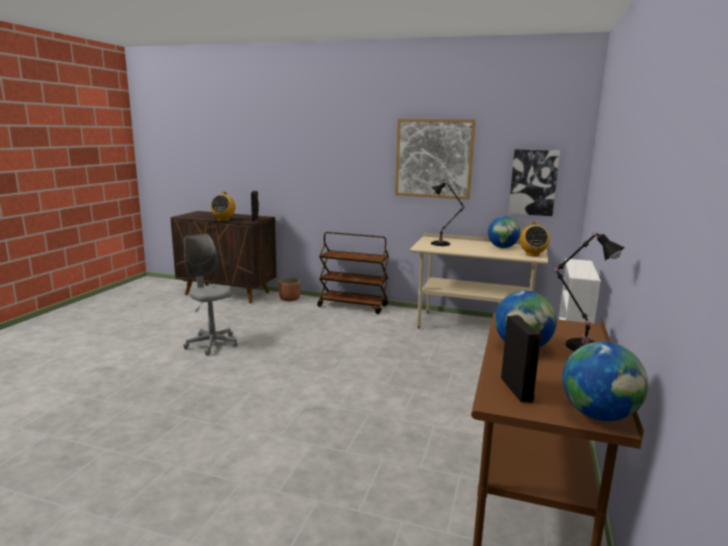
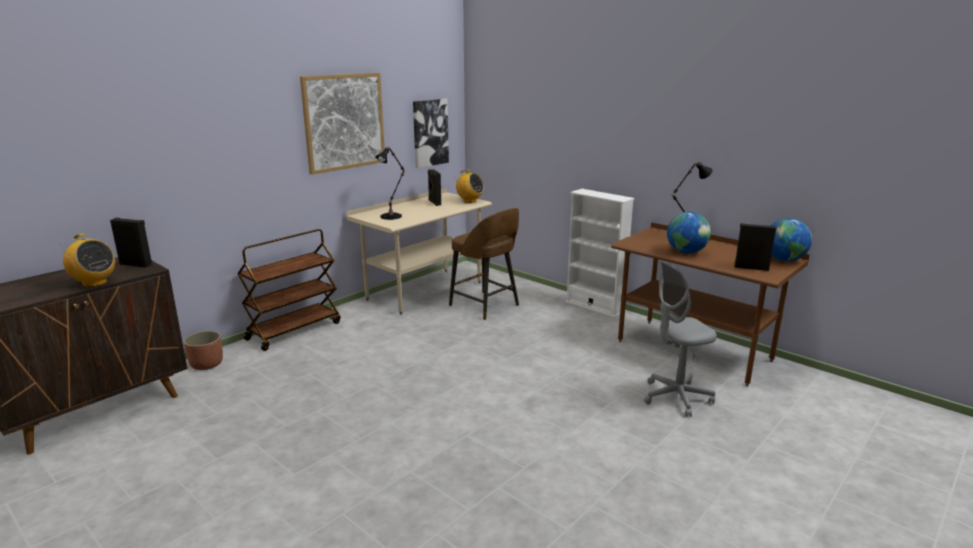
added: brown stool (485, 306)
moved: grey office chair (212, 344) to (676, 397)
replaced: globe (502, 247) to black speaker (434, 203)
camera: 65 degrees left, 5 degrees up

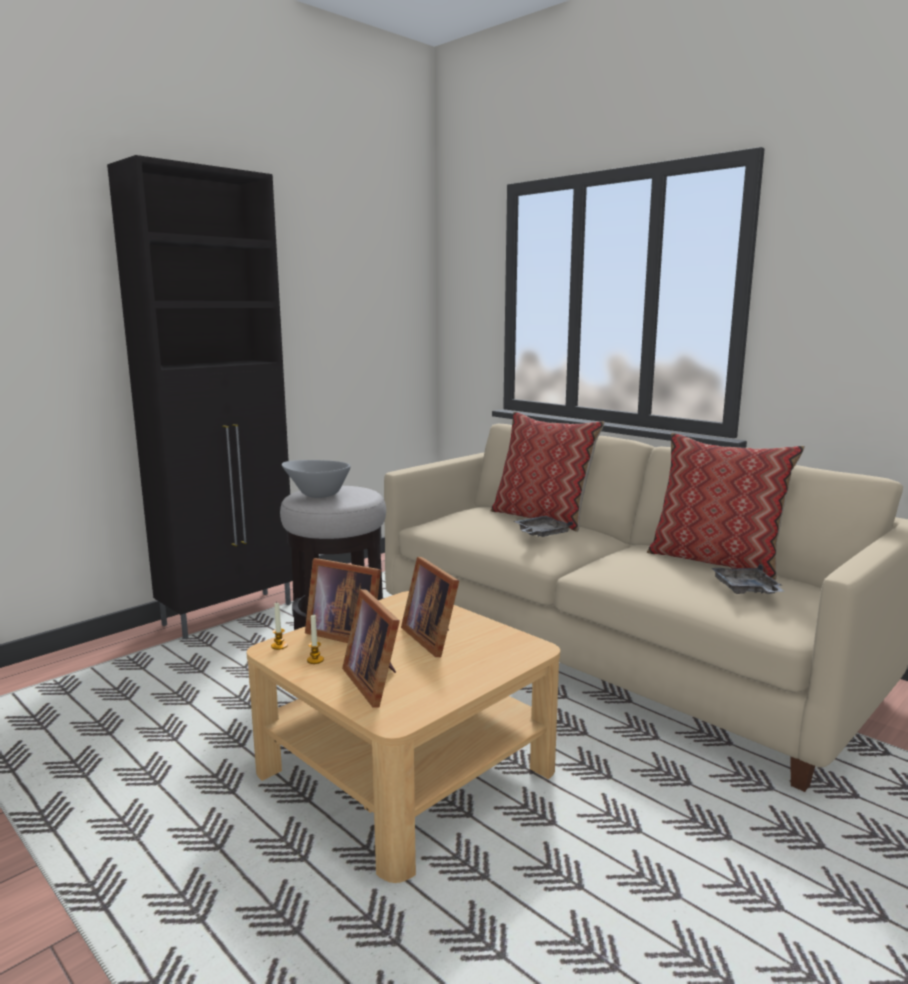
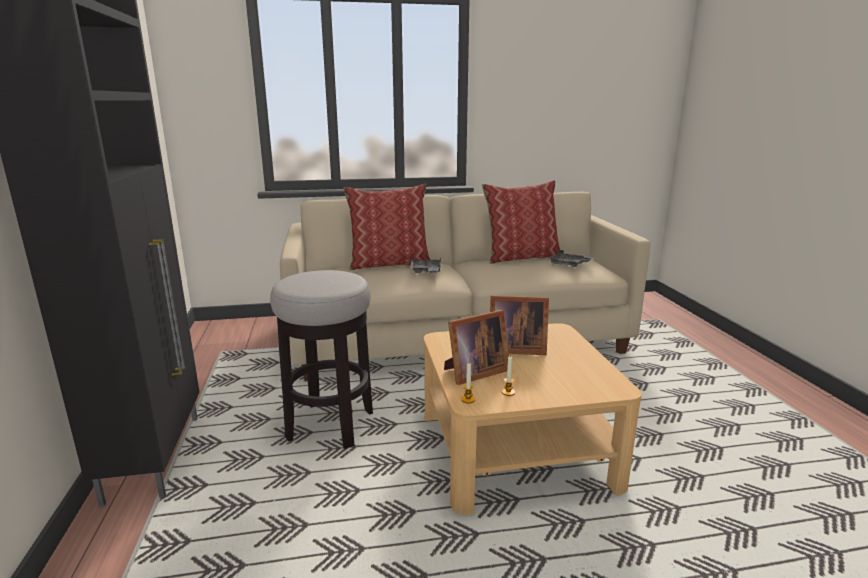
removed: grey bowl (315, 494); picture frame (376, 681)
camera: 55 degrees left, 5 degrees up

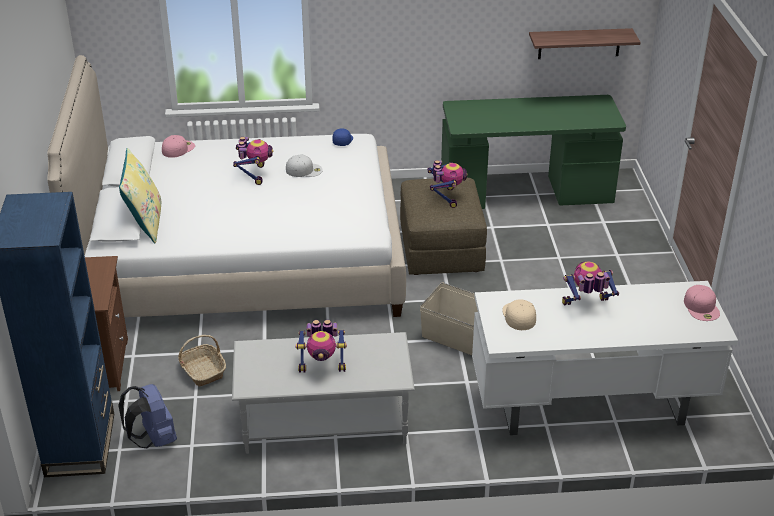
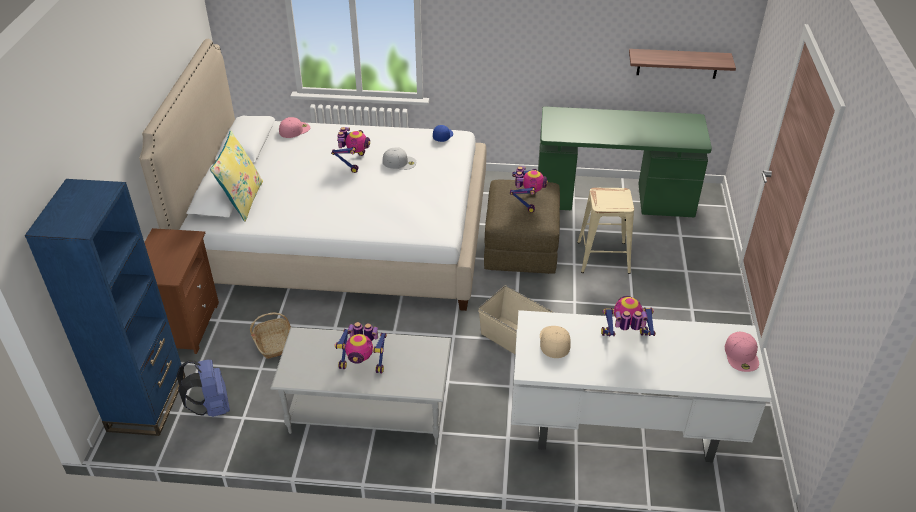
added: beige stool (603, 257)
camera: 10 degrees right, 5 degrees up

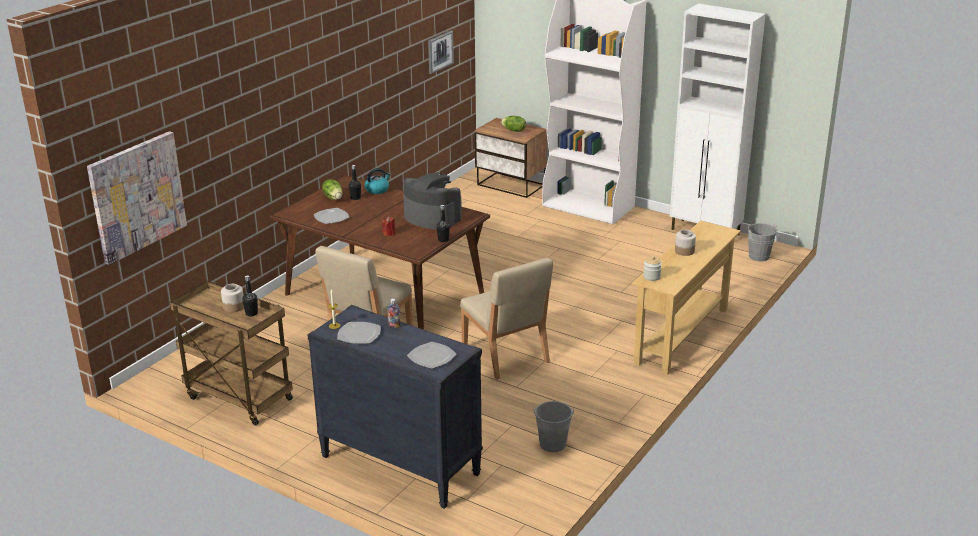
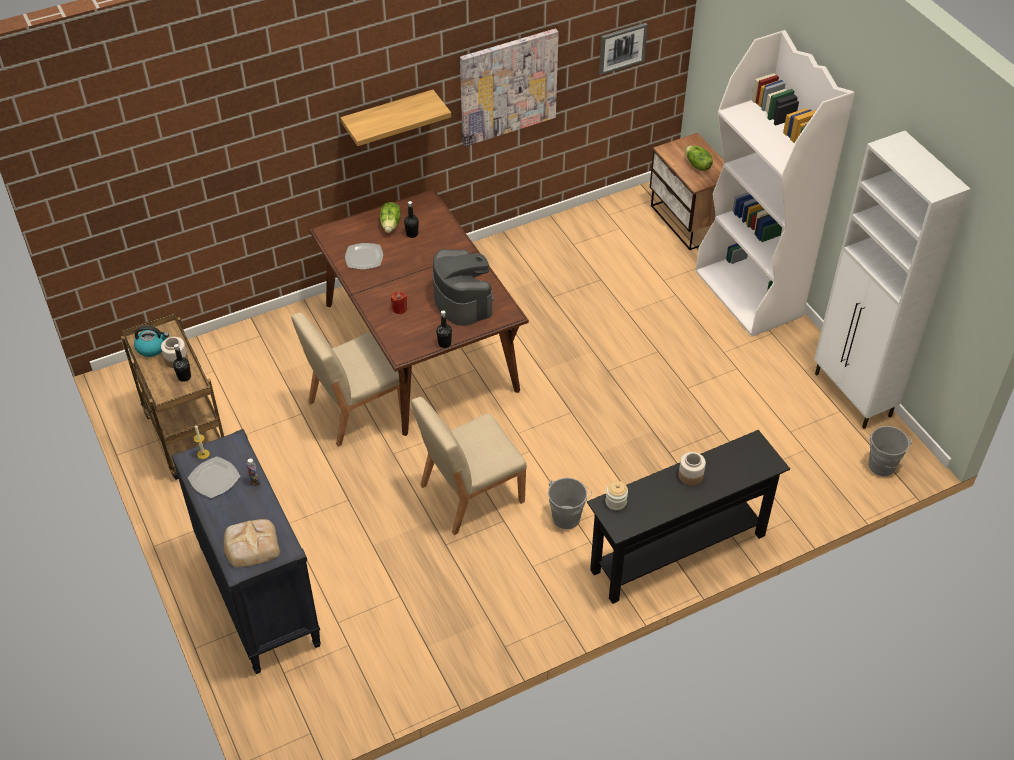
added: shelf (388, 116)
moved: picture (137, 196) to (508, 86); kettle (377, 190) to (152, 347); grey bucket (553, 442) to (568, 515)
replaced: plate (431, 357) to bread (250, 545)
recoloured: beige console table (682, 336) to black console table (678, 553)
turned: beige chair (505, 355) = (470, 493) 60 degrees clockwise
camera: 30 degrees right, 20 degrees up

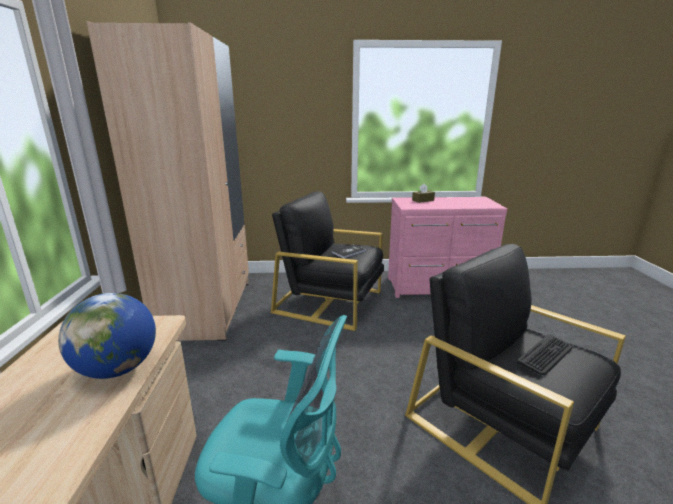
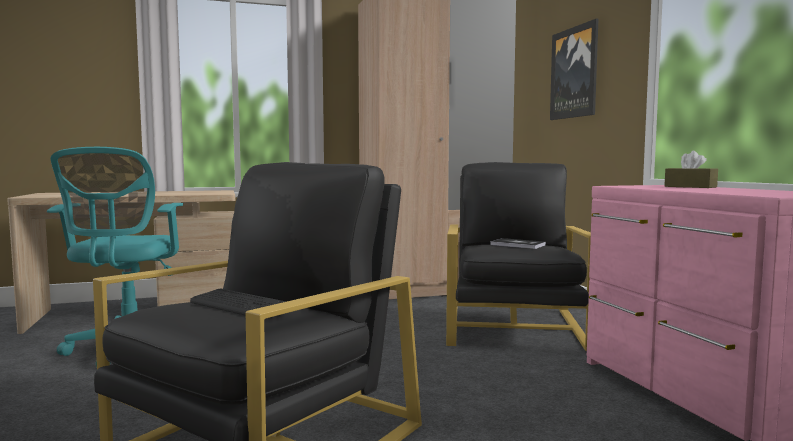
removed: globe (118, 369)
added: picture (574, 73)
camera: 75 degrees right, 15 degrees down

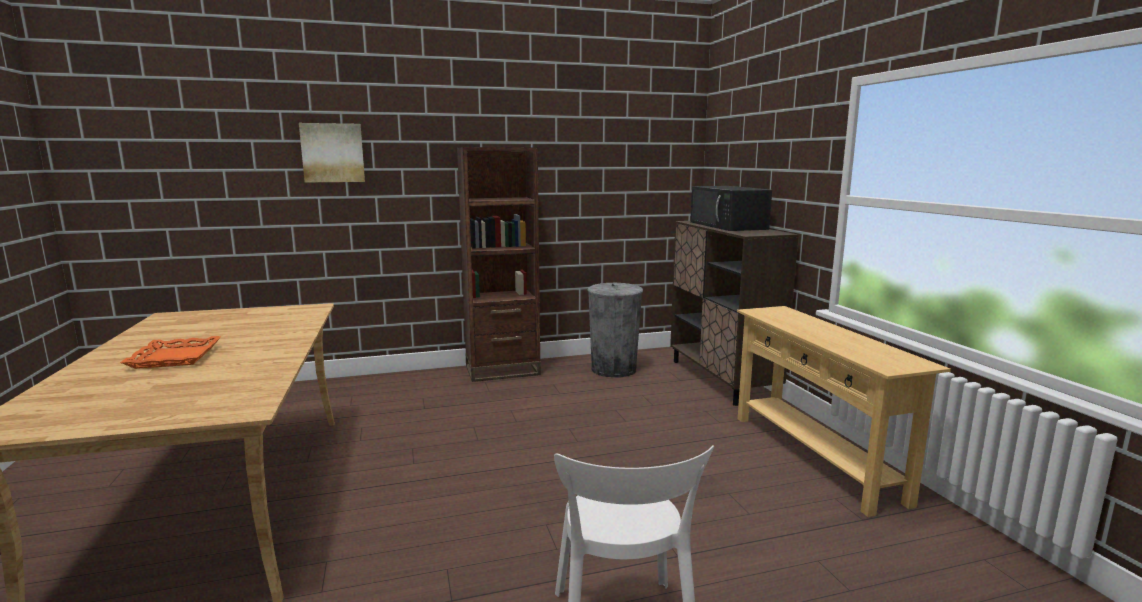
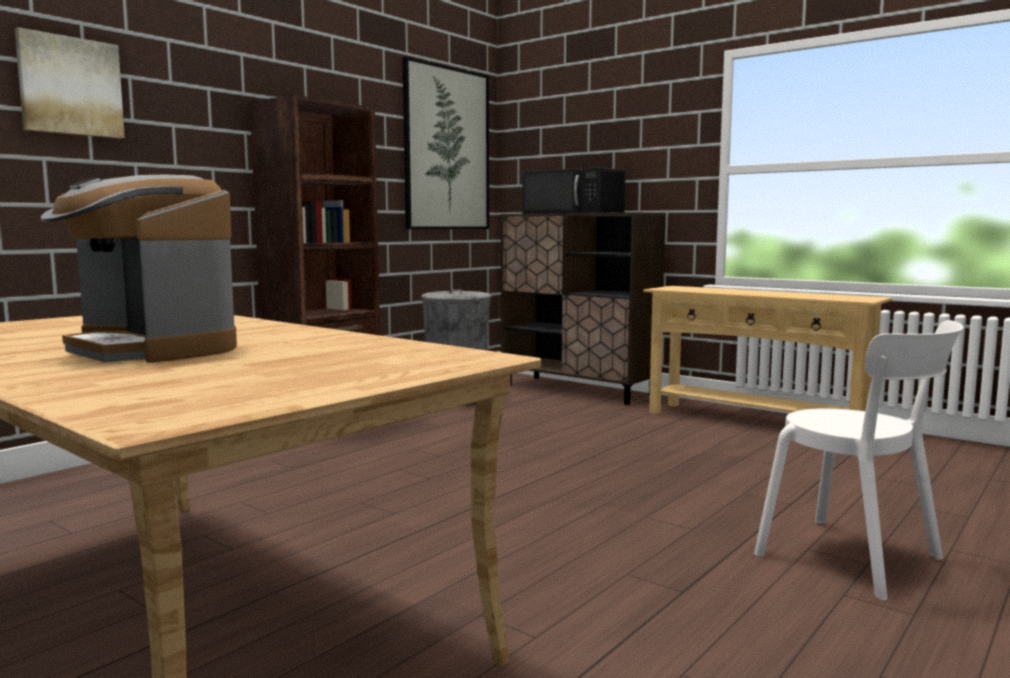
added: picture (447, 149)
replaced: orange tray (176, 357) to coffee machine (151, 349)
camera: 35 degrees left, 5 degrees down

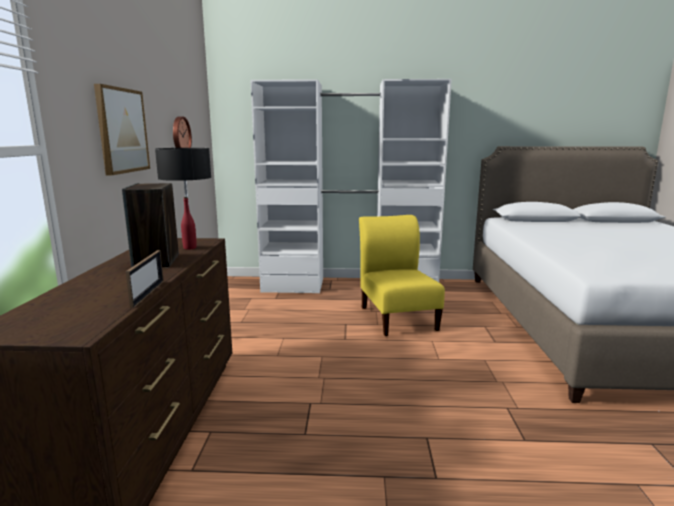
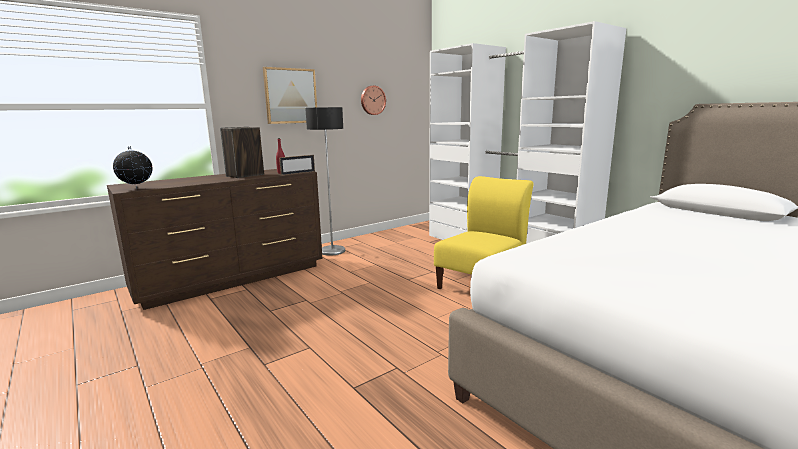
added: globe (136, 188)
moved: picture frame (148, 294) to (298, 173)
camera: 50 degrees right, 0 degrees up

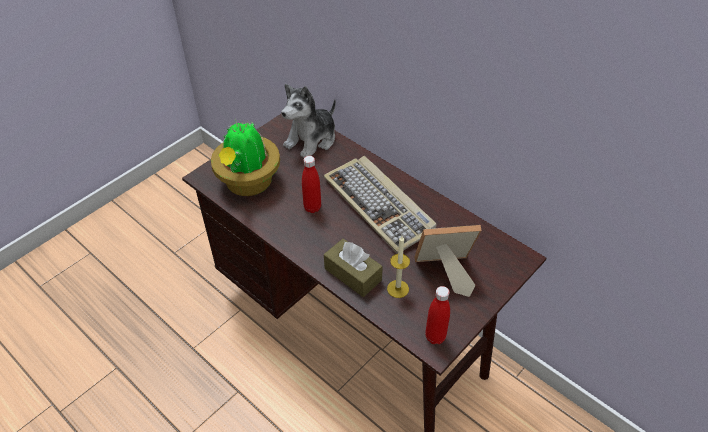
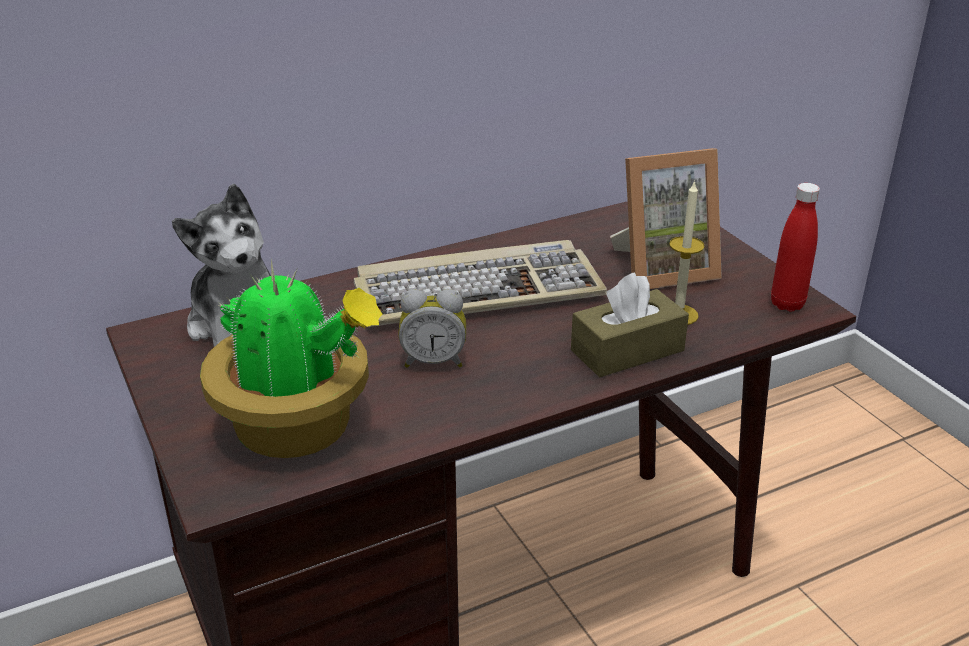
replaced: red bottle (312, 207) to alarm clock (433, 361)
turned: picture frame (444, 273) = (662, 269) 120 degrees counterclockwise
camera: 70 degrees left, 15 degrees down

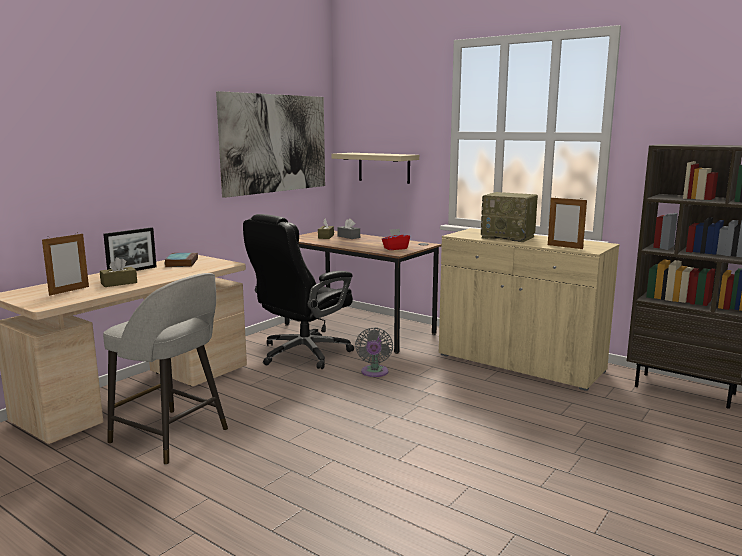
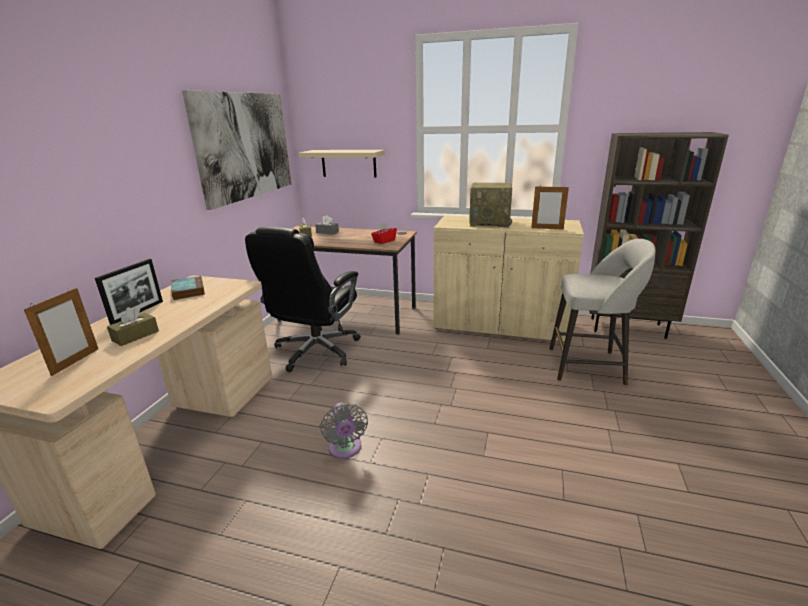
moved: grey stool (171, 436) to (588, 366); grey fan (374, 373) to (345, 449)
camera: 20 degrees left, 10 degrees up

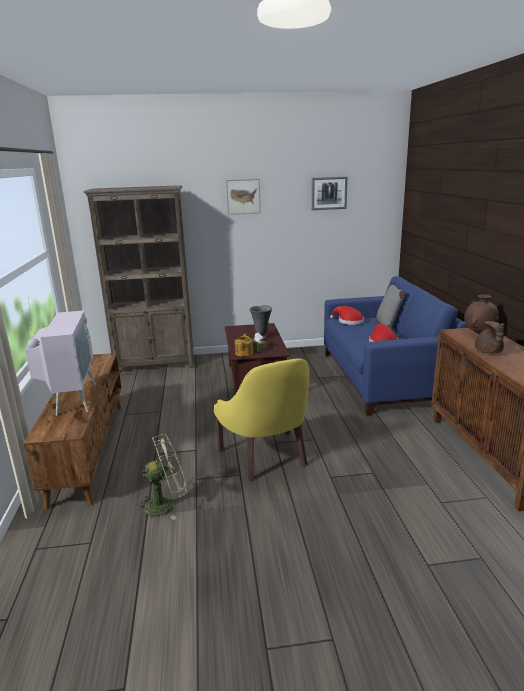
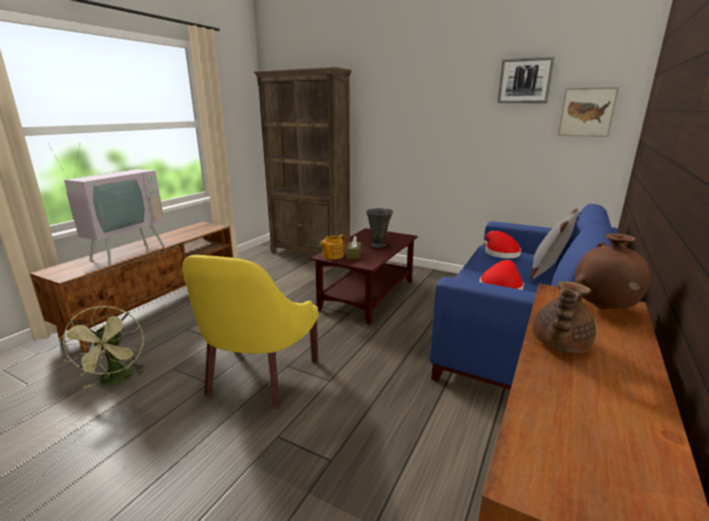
moved: picture (243, 196) to (586, 112)
turned: green fan (166, 504) = (116, 380) 60 degrees clockwise
camera: 35 degrees right, 0 degrees up

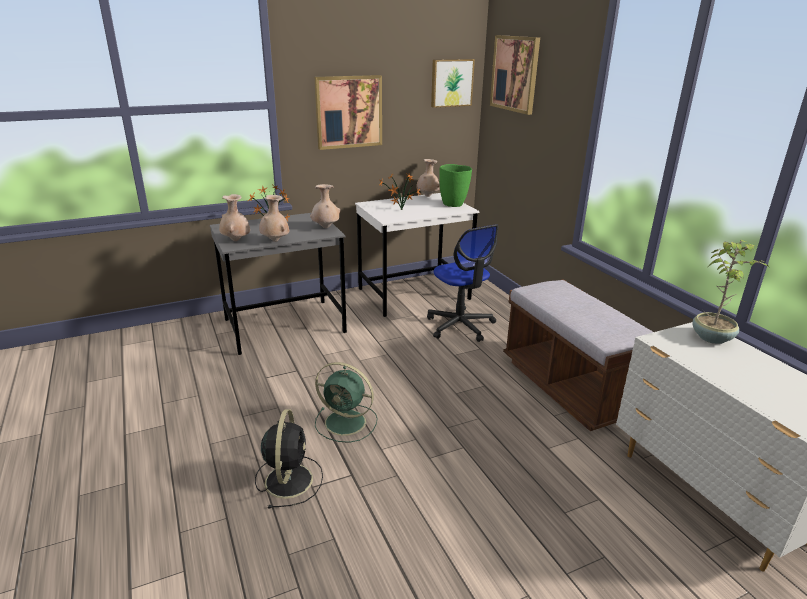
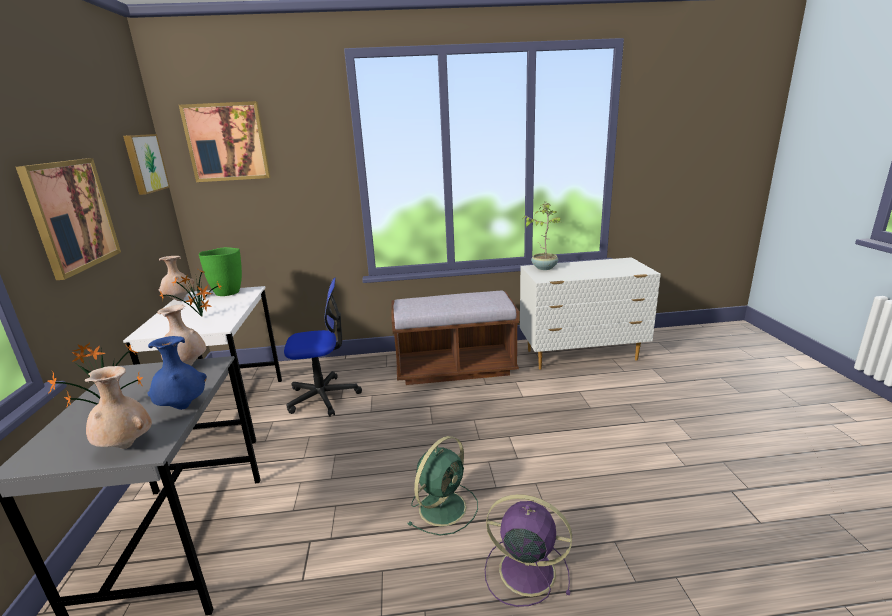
recoloured: beige vase (275, 241) to blue vase (183, 407); black fan (289, 479) to purple fan (524, 570)
camera: 70 degrees left, 5 degrees down

